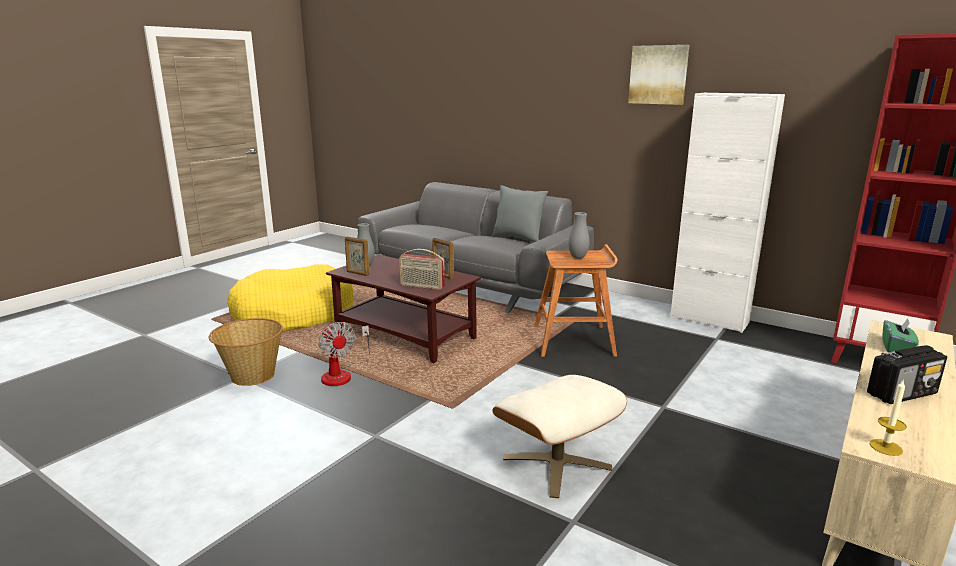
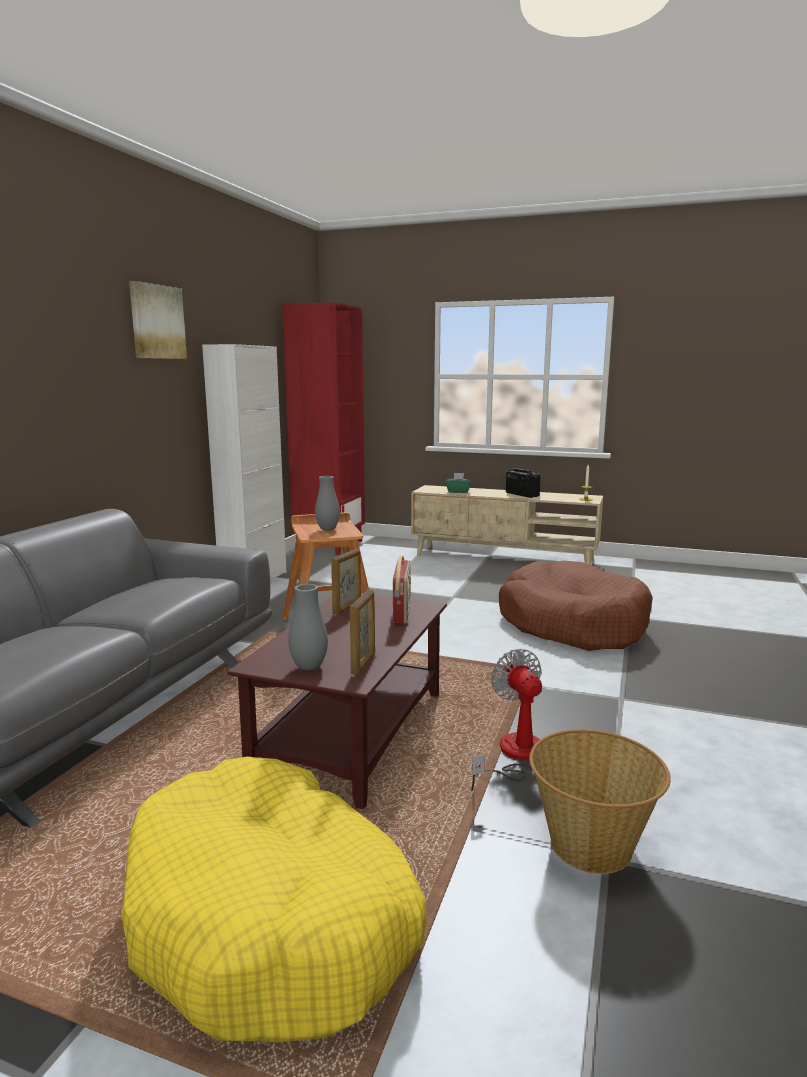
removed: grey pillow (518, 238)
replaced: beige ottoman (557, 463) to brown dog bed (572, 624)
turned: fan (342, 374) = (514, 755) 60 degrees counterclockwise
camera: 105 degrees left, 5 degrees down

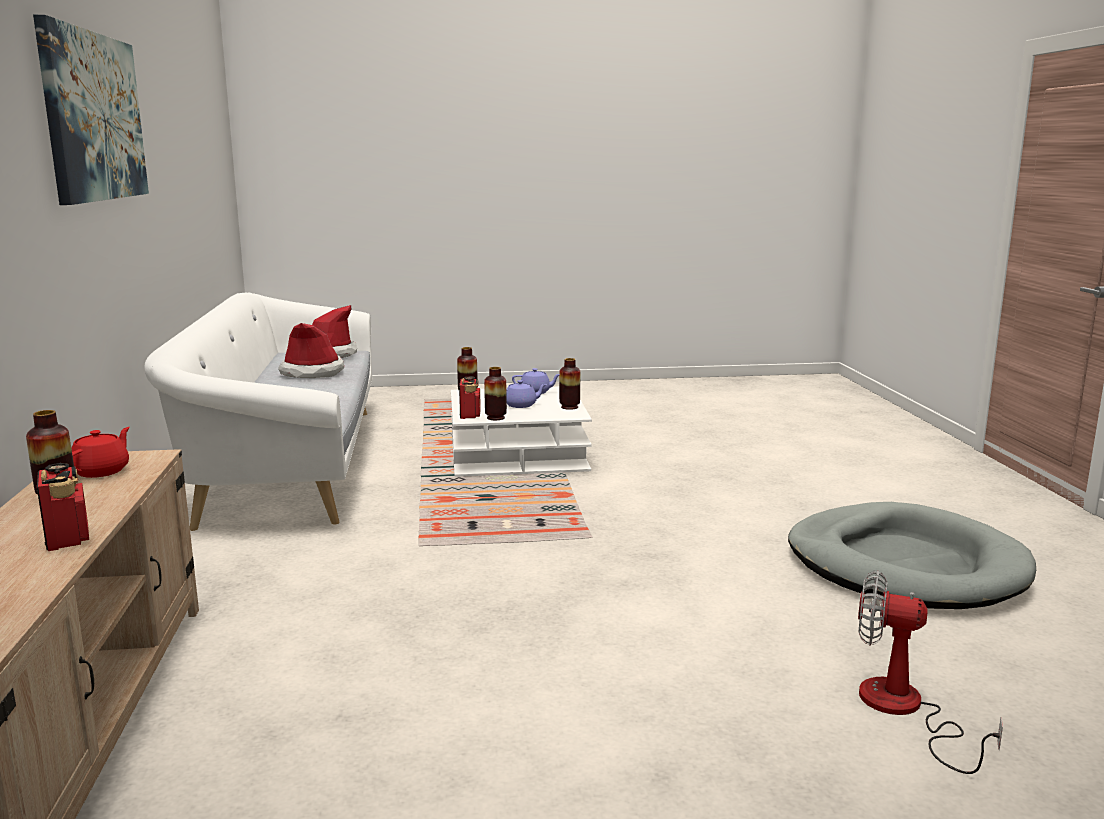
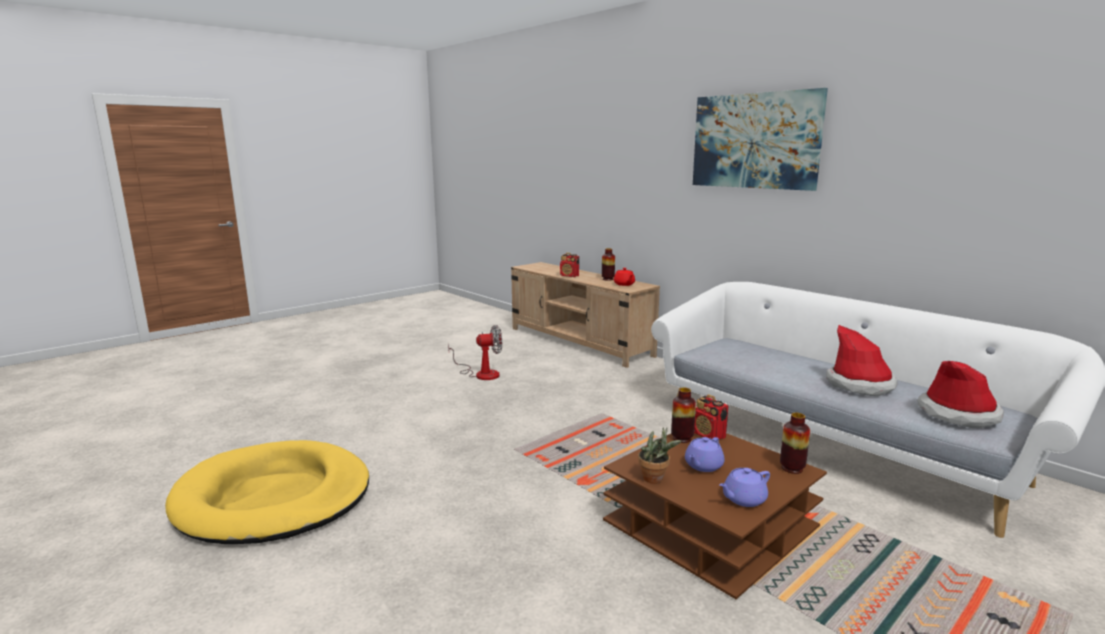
moved: fan (904, 710) to (481, 373)
replaced: vase (569, 407) to potted plant (656, 479)
recoloured: white coffee table (517, 454) to brown coffee table (710, 524); grey dog bed (905, 565) to yellow dog bed (274, 498)
camera: 145 degrees right, 0 degrees up

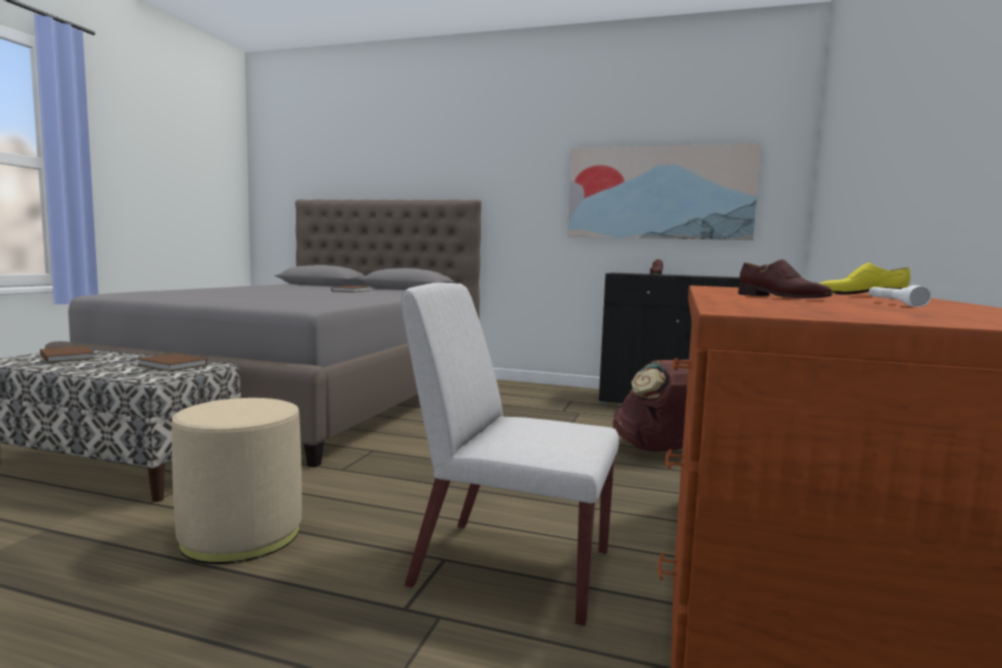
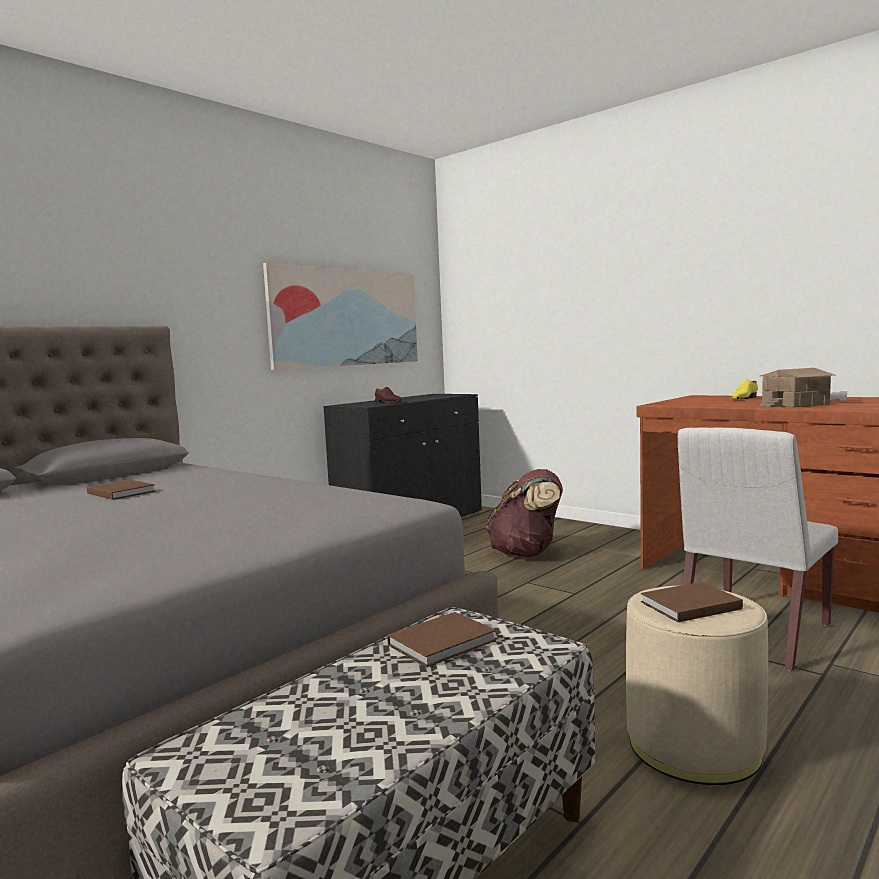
moved: brown book (68, 357) to (687, 605)
replaced: brown shoe (781, 297) to toy house (794, 404)
camera: 65 degrees left, 0 degrees up

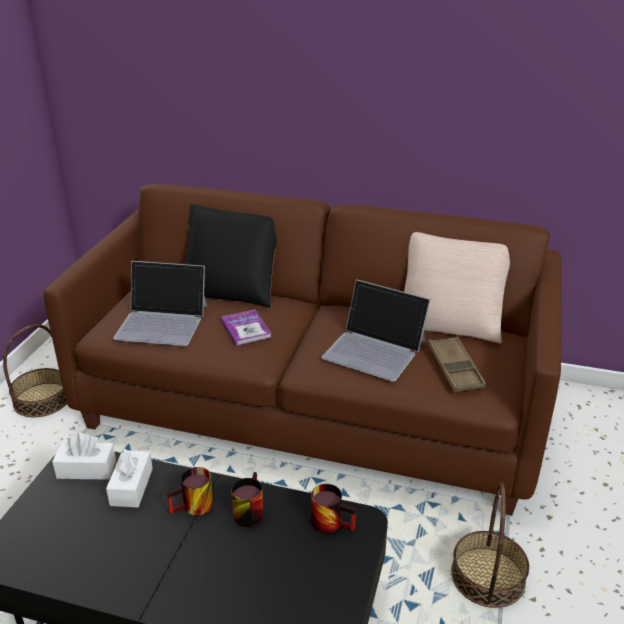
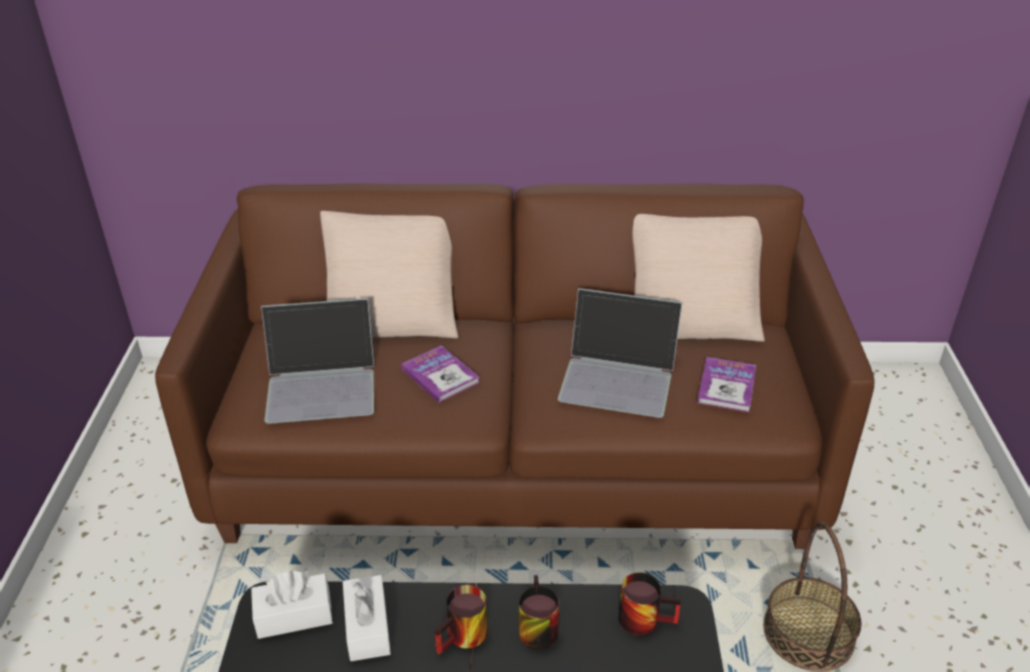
removed: basket (42, 399)
replaced: brown tray (455, 369) to book (726, 386)
recoloured: black pillow (232, 289) to beige pillow (394, 318)
camera: 15 degrees left, 5 degrees up

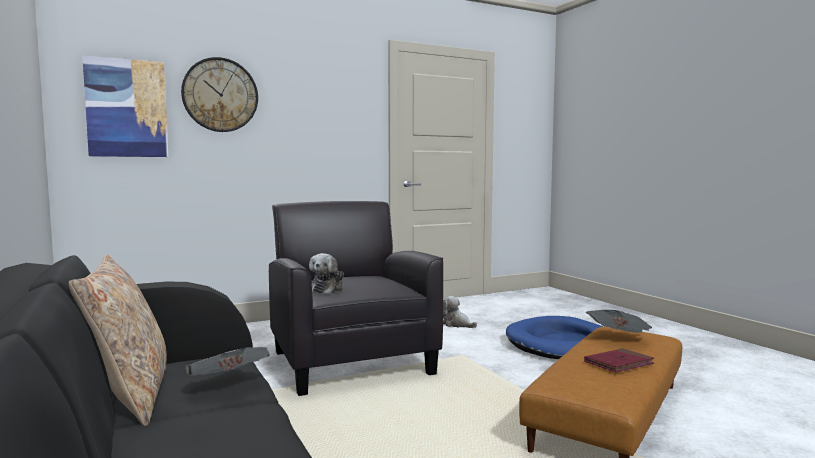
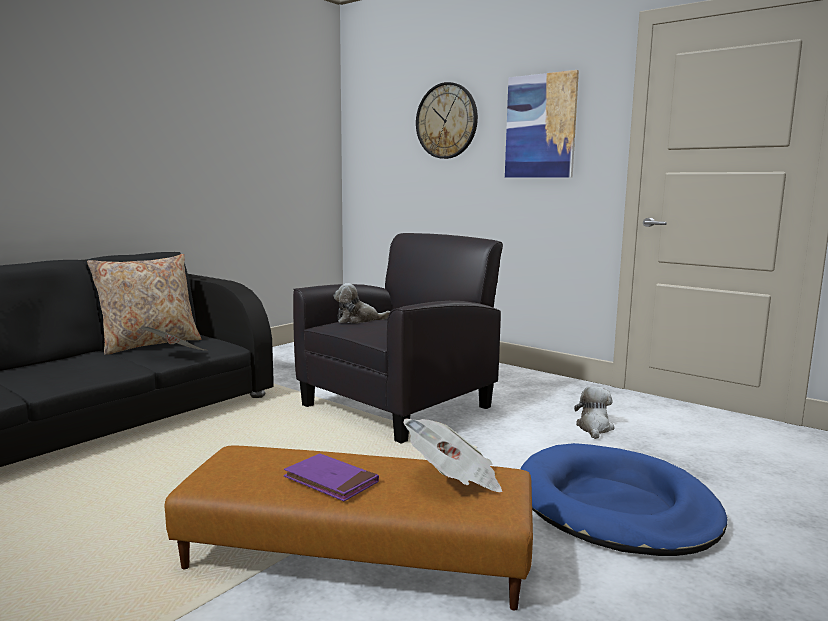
moved: picture (127, 108) to (540, 126)
recoloured: red book (619, 363) to purple book (331, 481)
camera: 65 degrees right, 5 degrees up

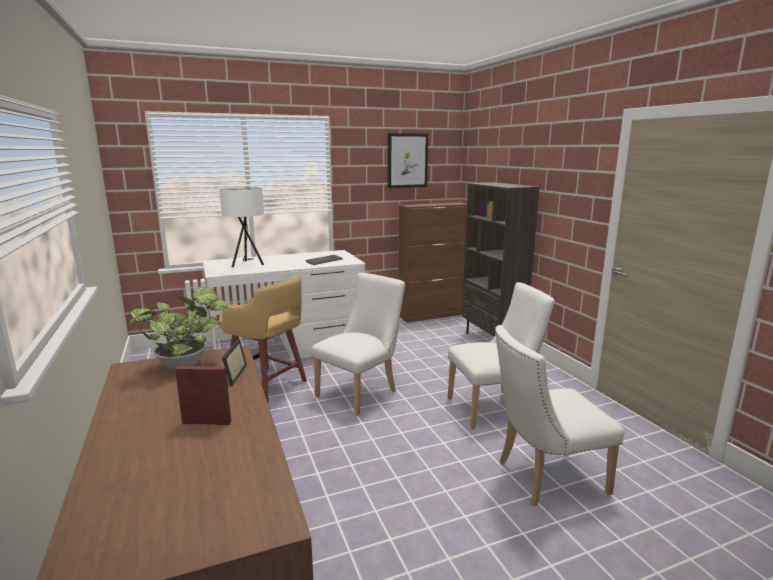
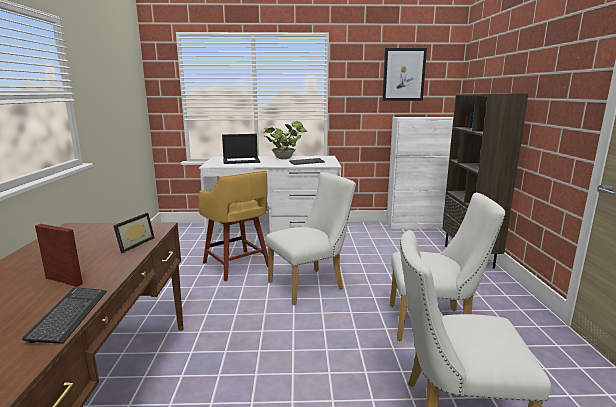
added: keyboard (69, 315)
moved: potted plant (186, 364) to (285, 158)
replaced: white table lamp (247, 264) to laptop (241, 161)
recoloured: brown cabinet (432, 315) to white cabinet (419, 225)
camera: 20 degrees right, 0 degrees up

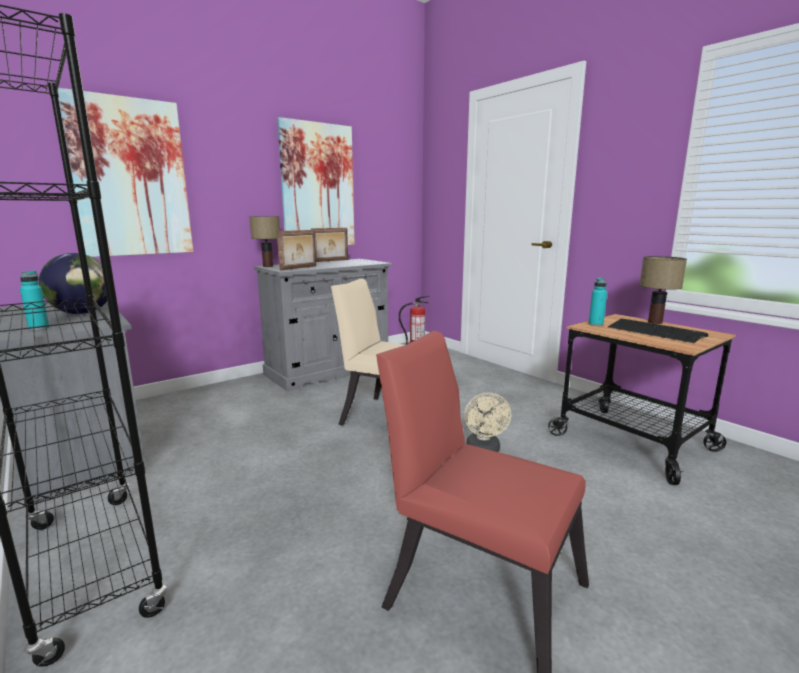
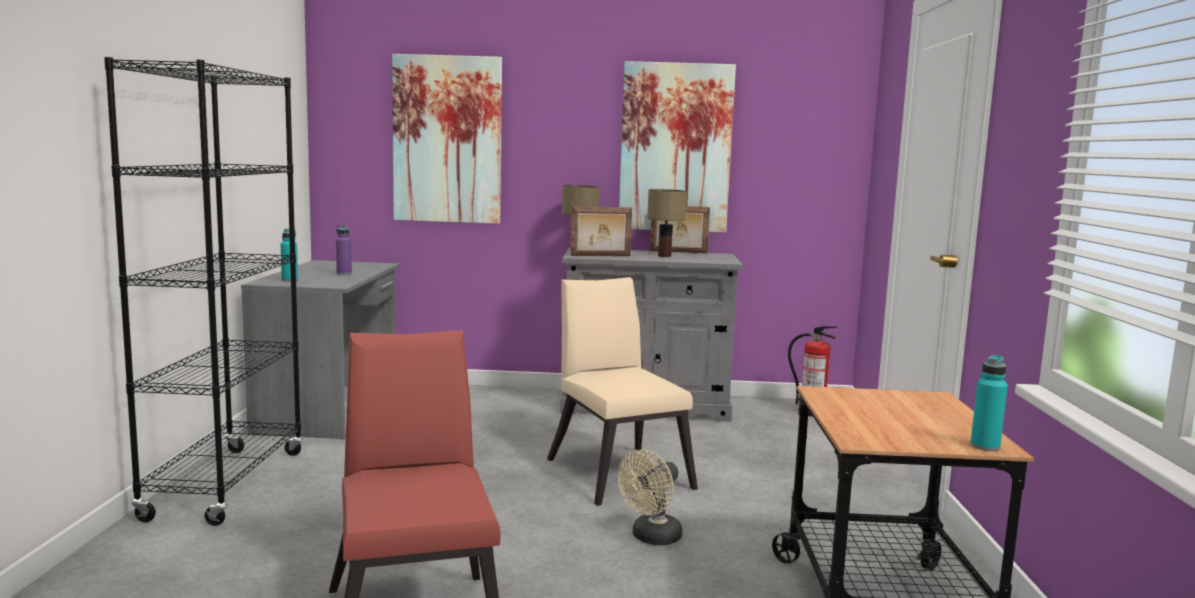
removed: keyboard (655, 332)
moved: table lamp (655, 322) to (664, 256); turquoise bottle (595, 324) to (985, 446)
replaced: globe (82, 313) to purple bottle (344, 274)
camera: 40 degrees right, 5 degrees down

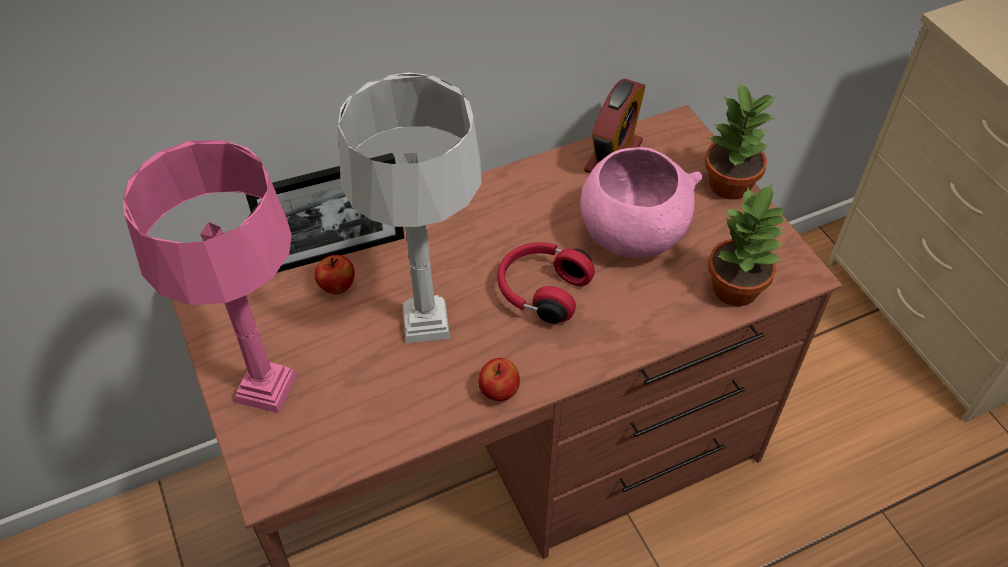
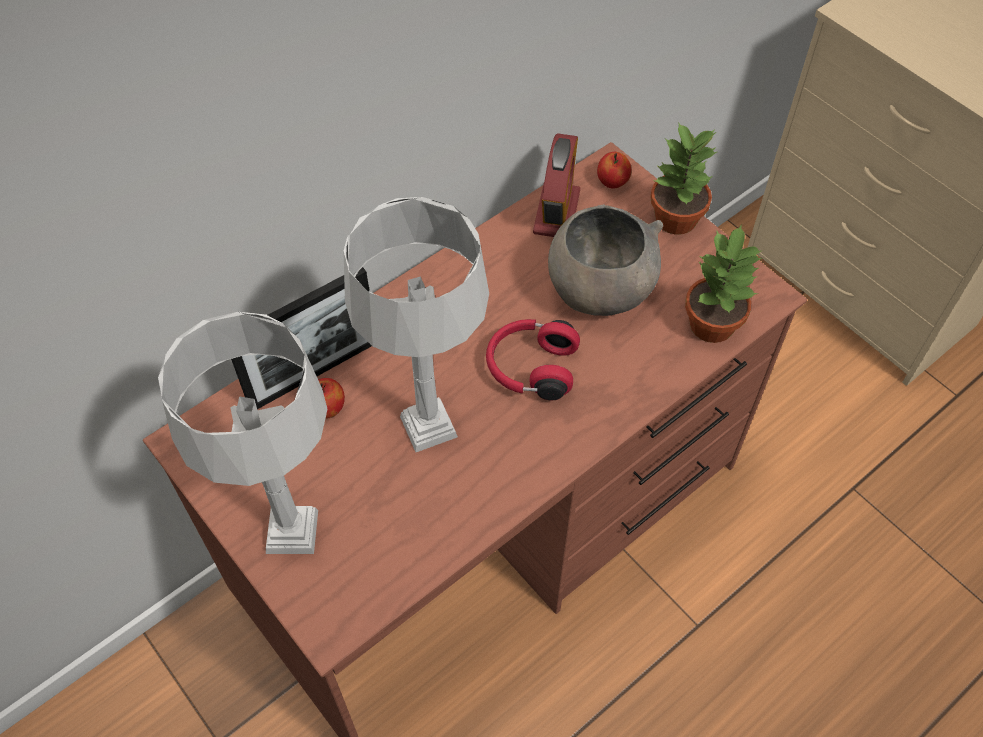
moved: apple (499, 391) to (612, 182)
recoloured: pink table lamp (266, 389) to grey table lamp (292, 532); pink bowl (631, 235) to grey bowl (599, 292)
camera: 15 degrees left, 5 degrees up

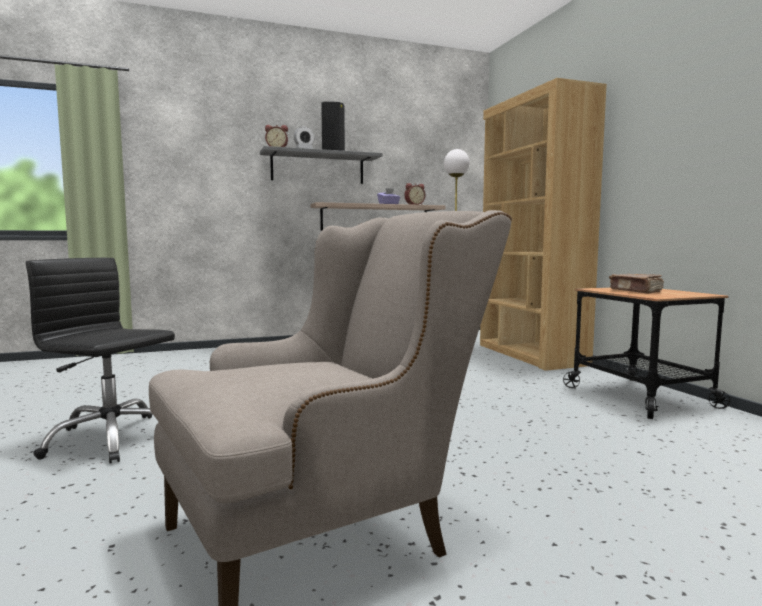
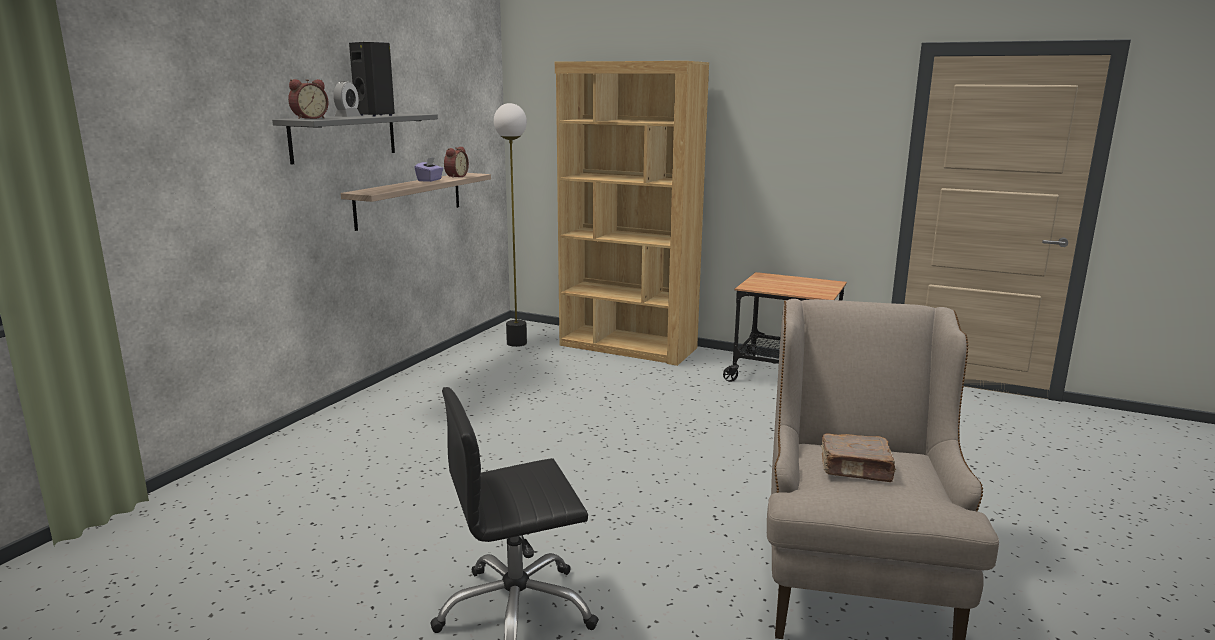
moved: brown book (636, 291) to (856, 470)
camera: 45 degrees left, 10 degrees up

